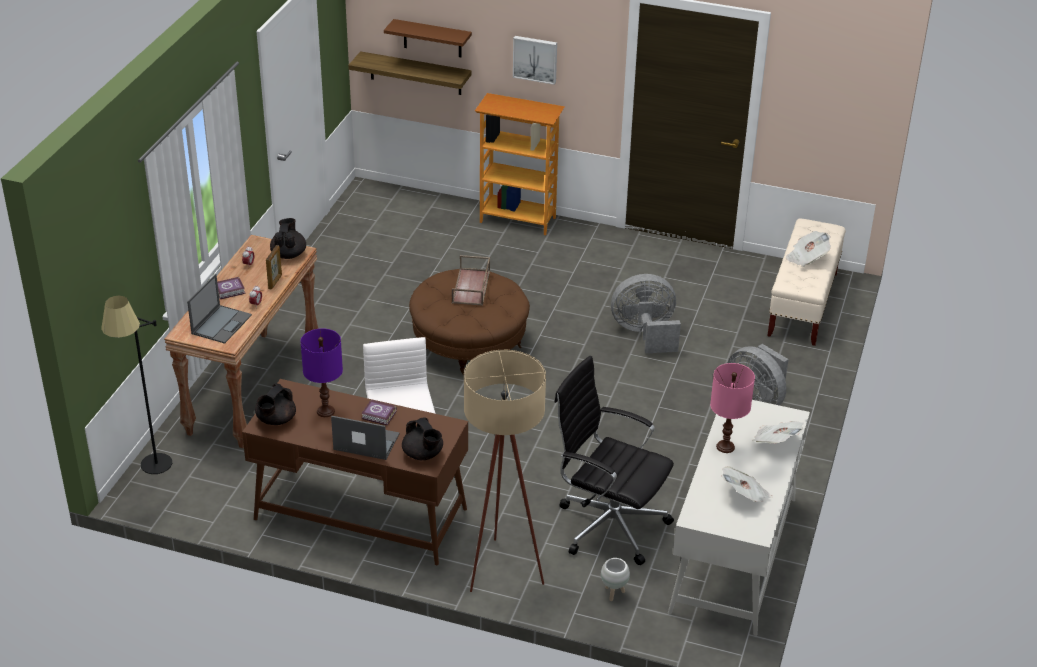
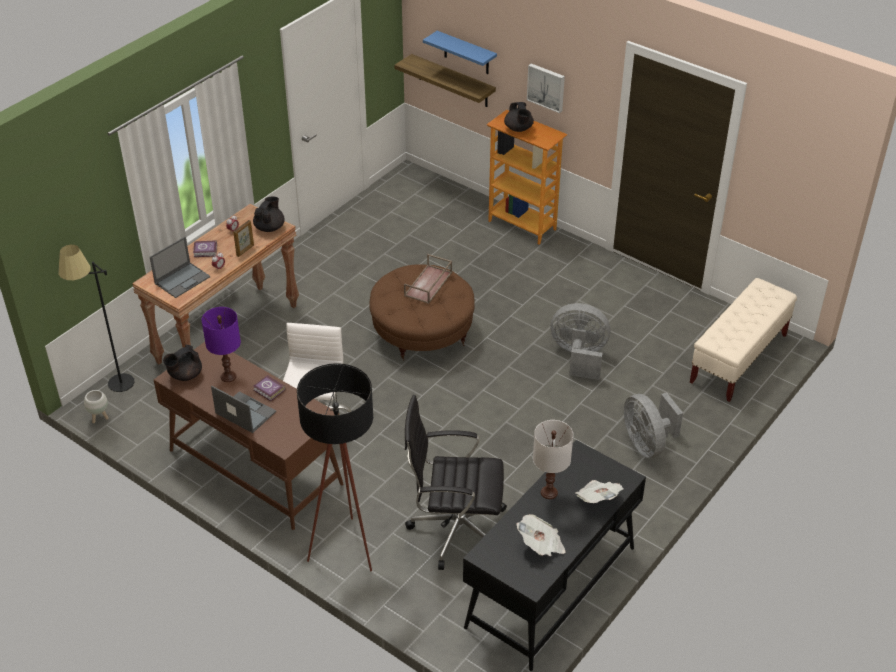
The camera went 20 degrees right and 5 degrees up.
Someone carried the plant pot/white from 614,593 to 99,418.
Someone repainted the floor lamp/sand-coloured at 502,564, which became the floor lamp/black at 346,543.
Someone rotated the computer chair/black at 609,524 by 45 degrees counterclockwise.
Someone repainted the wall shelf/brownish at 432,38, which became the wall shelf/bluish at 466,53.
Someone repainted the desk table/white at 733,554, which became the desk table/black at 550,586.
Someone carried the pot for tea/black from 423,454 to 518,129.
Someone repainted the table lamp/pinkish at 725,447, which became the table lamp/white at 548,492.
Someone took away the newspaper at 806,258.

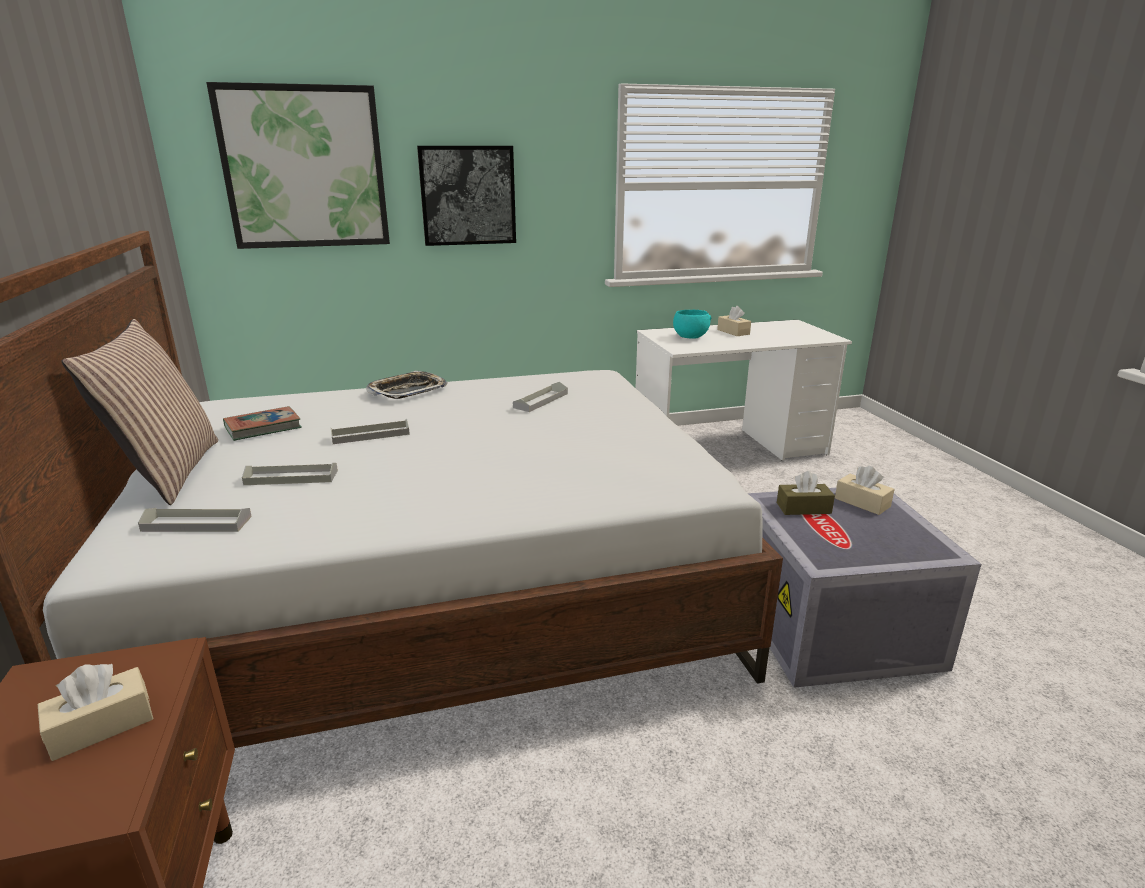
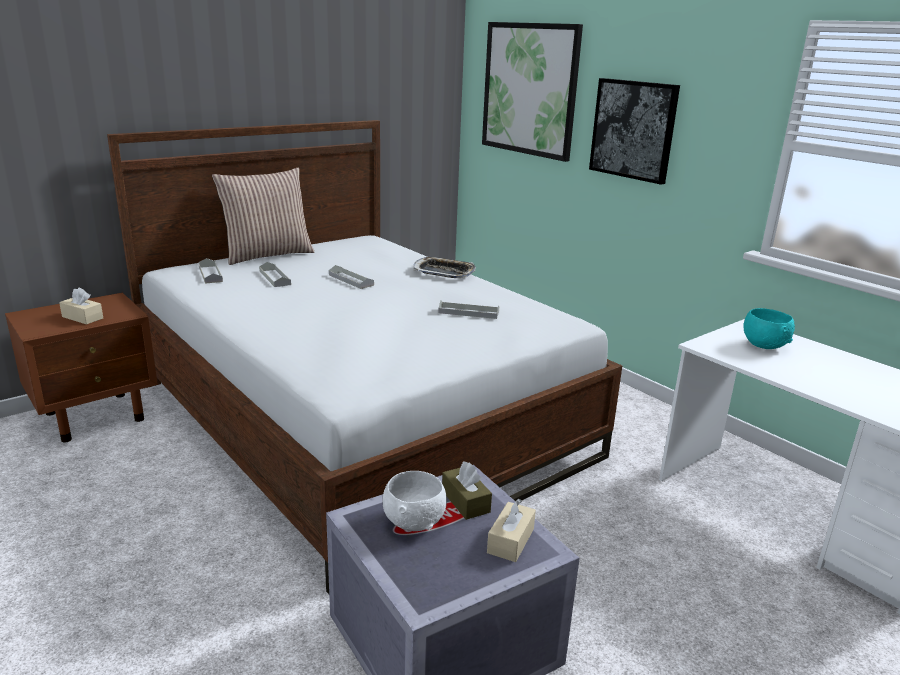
The camera went 65 degrees right and 0 degrees up.
Someone put down the serving bowl/white at 415,522.
Someone took away the volume at 263,428.
Someone took away the box of tissues/sand-coloured at 733,332.

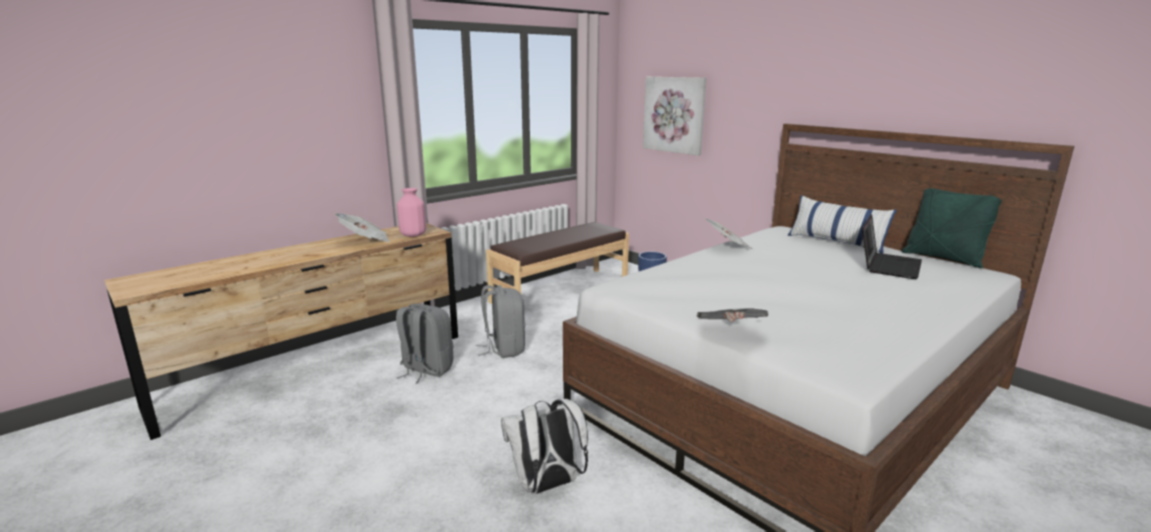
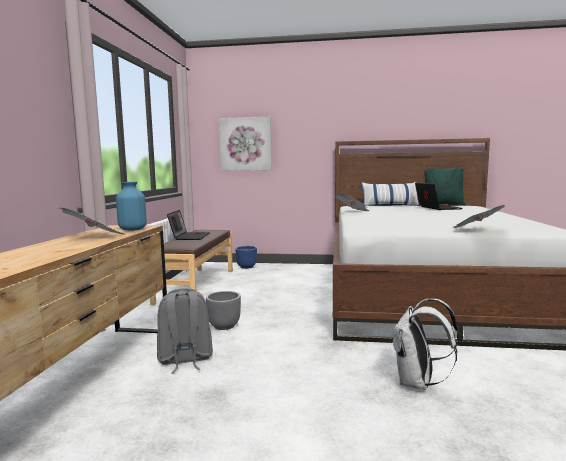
The camera went 40 degrees left and 10 degrees down.
Someone repainted the decorative vase/pinkish at 413,235, which became the decorative vase/bluish at 133,229.
Someone put down the laptop at 189,236.
Someone swapped the knapsack/grey at 504,349 for the plant pot/grey at 223,326.

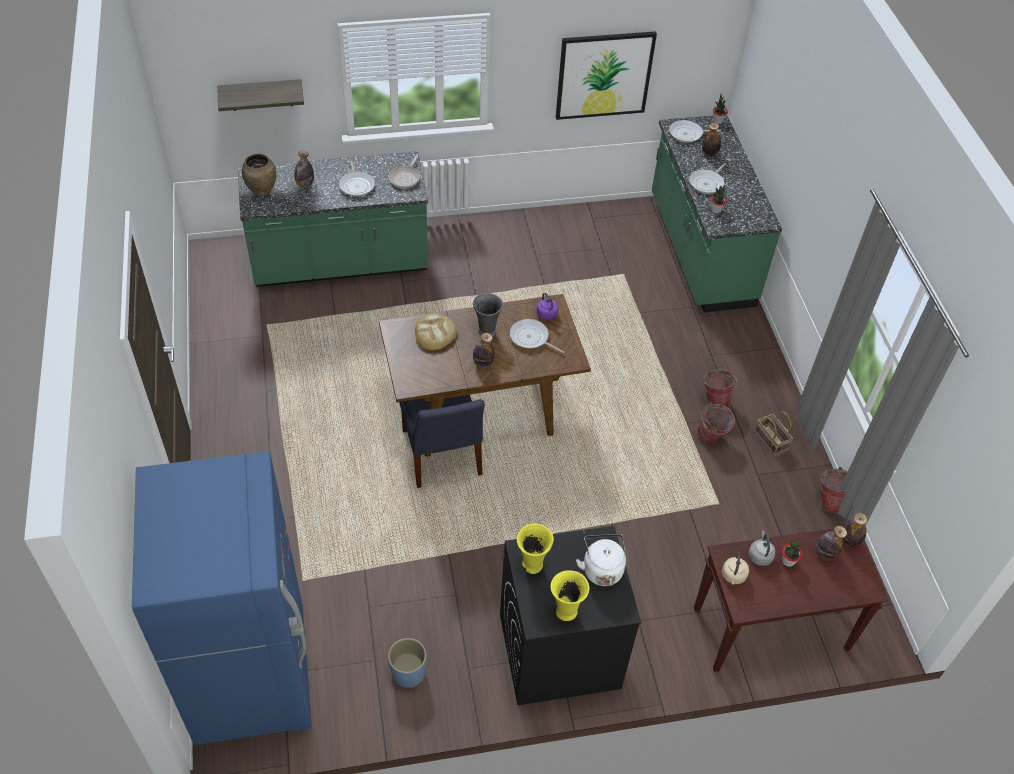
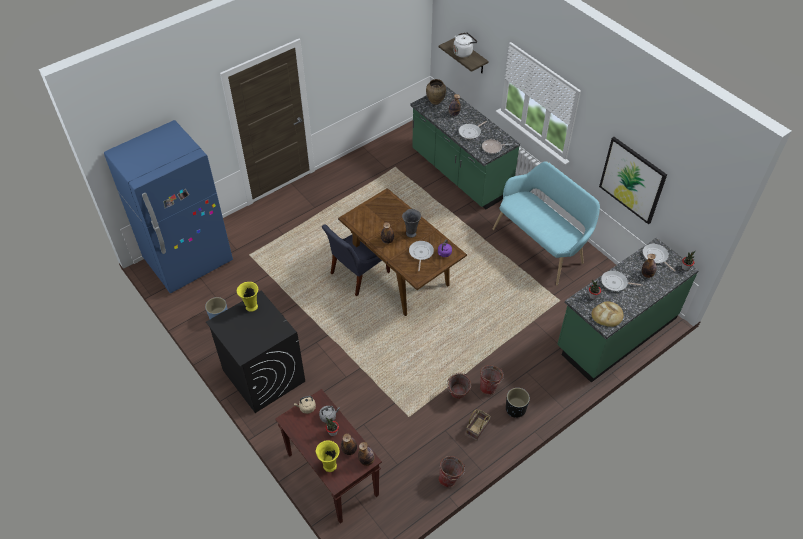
The camera went 65 degrees right and 0 degrees up.
Someone carried the decorative vase/yellowish from 565,612 to 329,465.
Someone carried the kettle/white from 601,568 to 463,52.
Someone put down the bench/turquoise at 541,245.
Someone put down the plant pot/black at 515,409.
Someone carried the baked bread from 435,333 to 607,315.

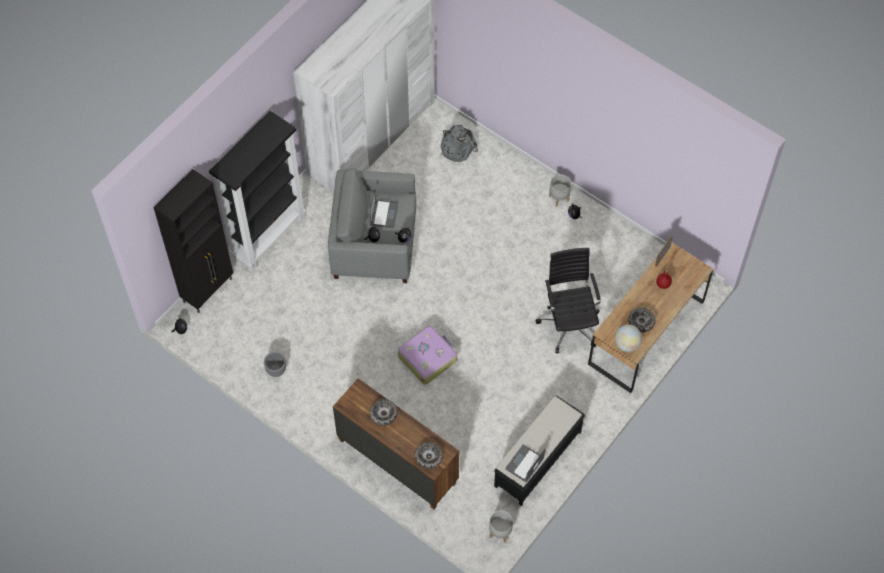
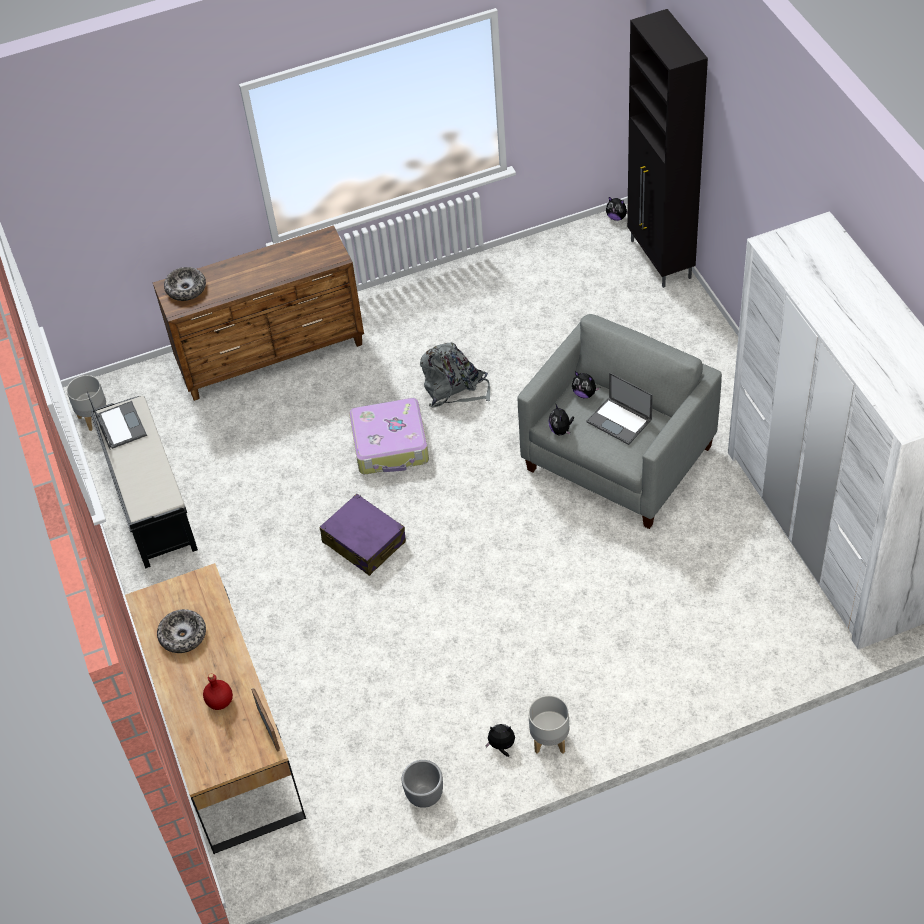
The camera went 125 degrees right and 10 degrees down.
Someone put down the piece of luggage/purplish at 364,542.
Someone carried the plant pot/grey from 276,370 to 425,795.
Someone carried the knapsack/grey from 456,147 to 454,388.
Someone took away the bookshelf/black at 268,236.
Someone took away the serving bowl at 383,414.
Someone took away the computer chair/black at 569,323.
Someone took away the world globe at 626,344.

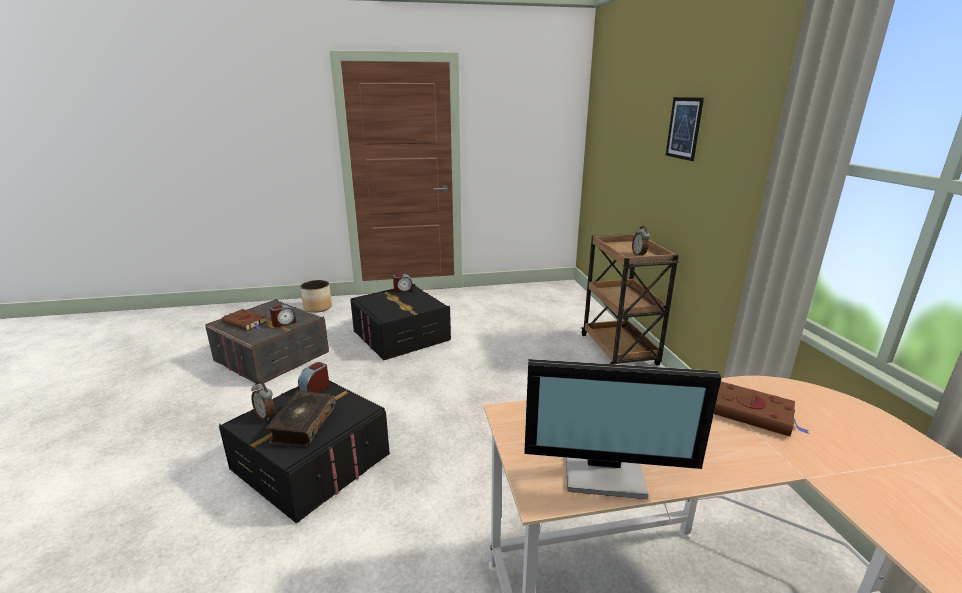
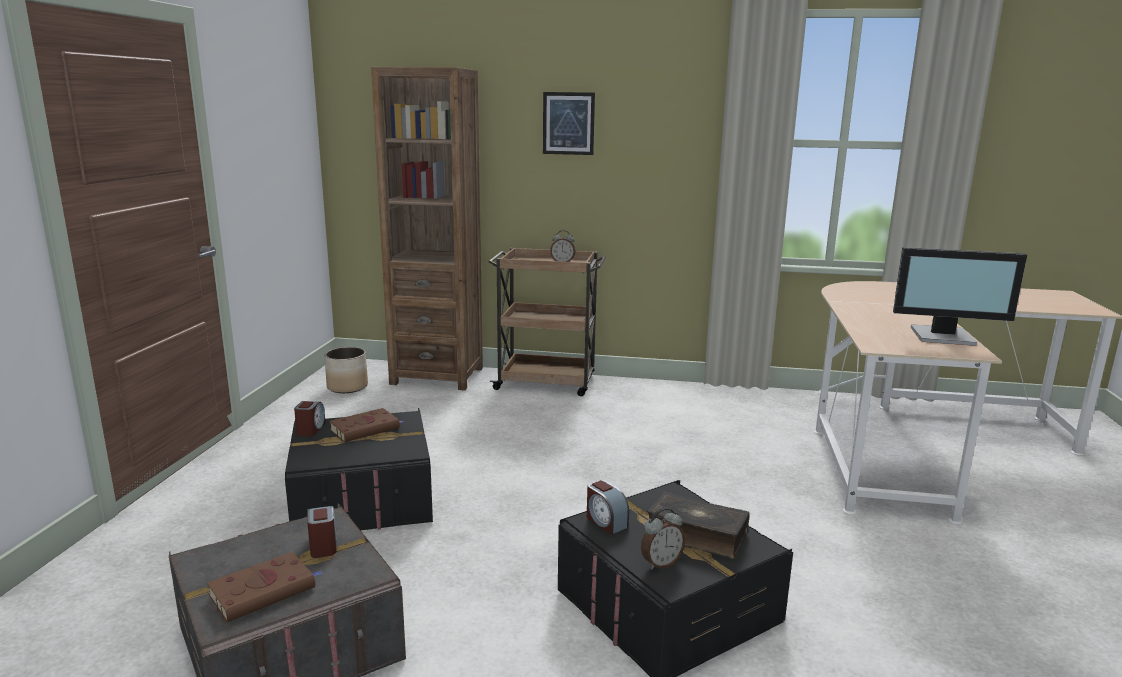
The camera went 70 degrees left and 5 degrees down.
Someone carried the plant pot from 318,307 to 347,387.
Someone carried the volume/brownish from 751,413 to 366,429.
Someone put down the bookshelf/brownish at 437,376.
Someone rotated the computer display at 605,471 by 75 degrees clockwise.

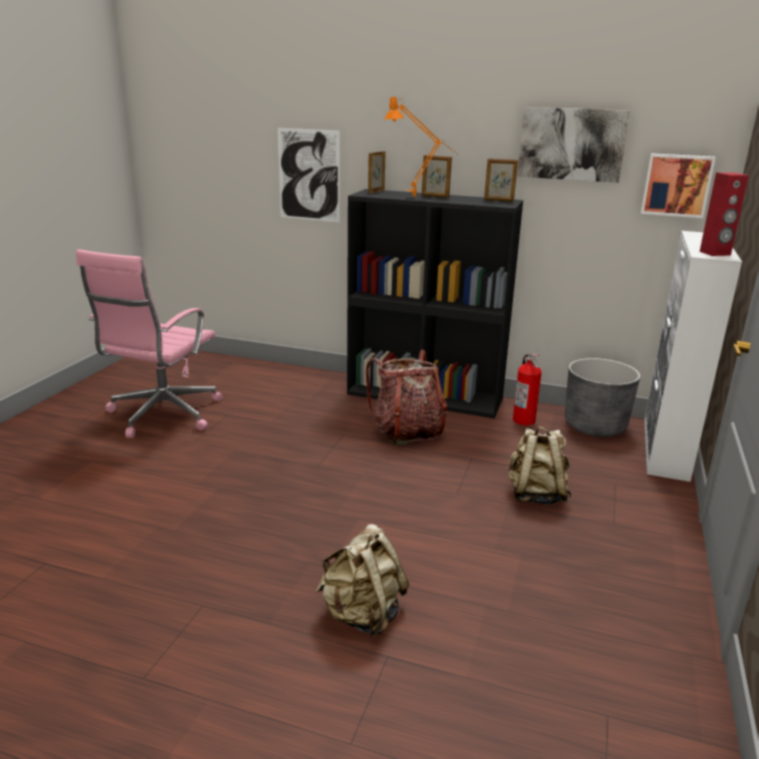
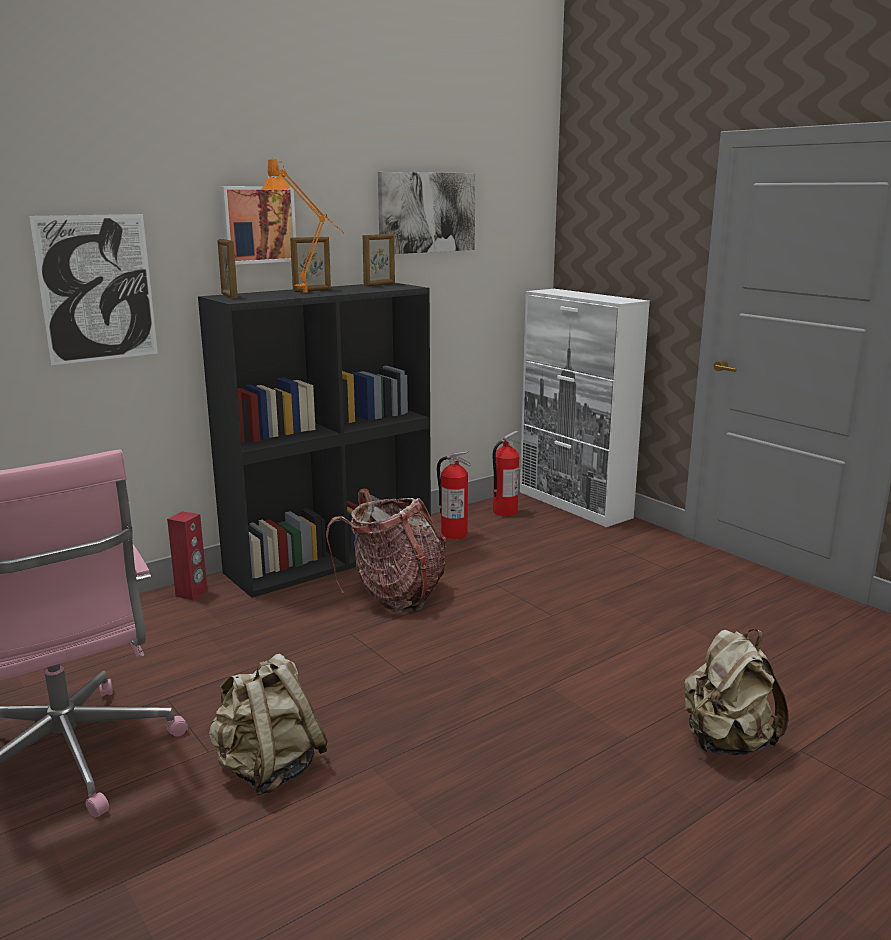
The camera went 55 degrees left and 5 degrees down.
Someone carried the loudspeaker/red from 715,253 to 192,593.
Someone carried the knapsack/sand-coloured from 535,495 to 268,769.
Someone carried the wall art from 676,185 to 257,224.
Someone swapped the plant pot/grey at 595,426 for the fire-fighting cylinder at 504,512.

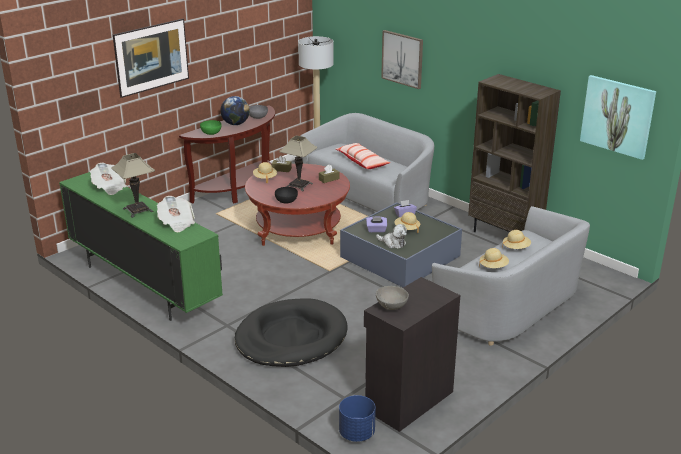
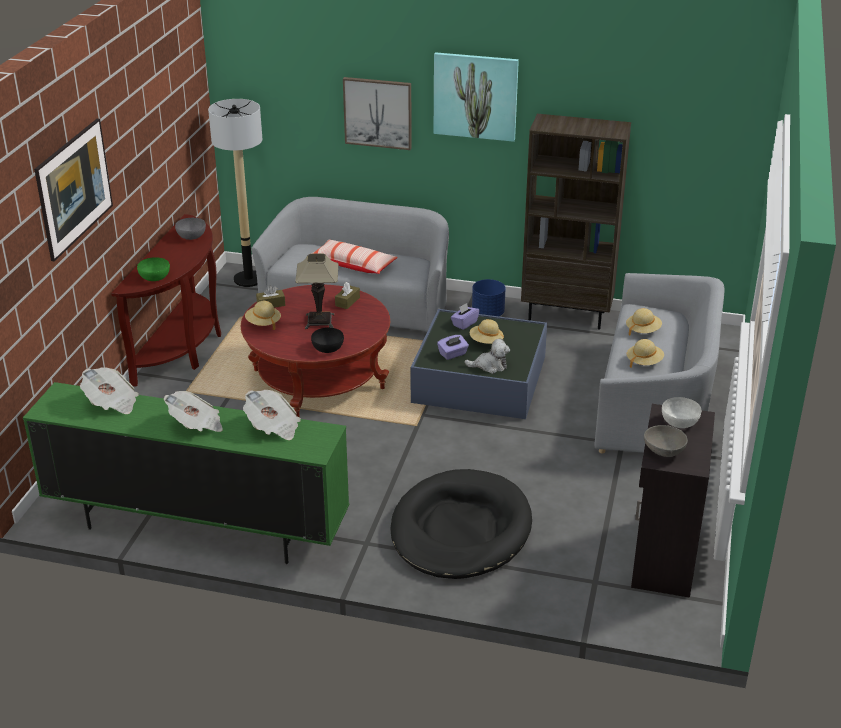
The camera went 30 degrees left and 5 degrees up.
Someone swapped the table lamp at 138,210 for the newspaper at 196,425.
Someone carried the wall art from 617,116 to 475,96.
Someone carried the plant pot/bluish from 357,433 to 488,314.
Someone put down the serving bowl/white at 679,422.
Someone took away the world globe at 235,124.

